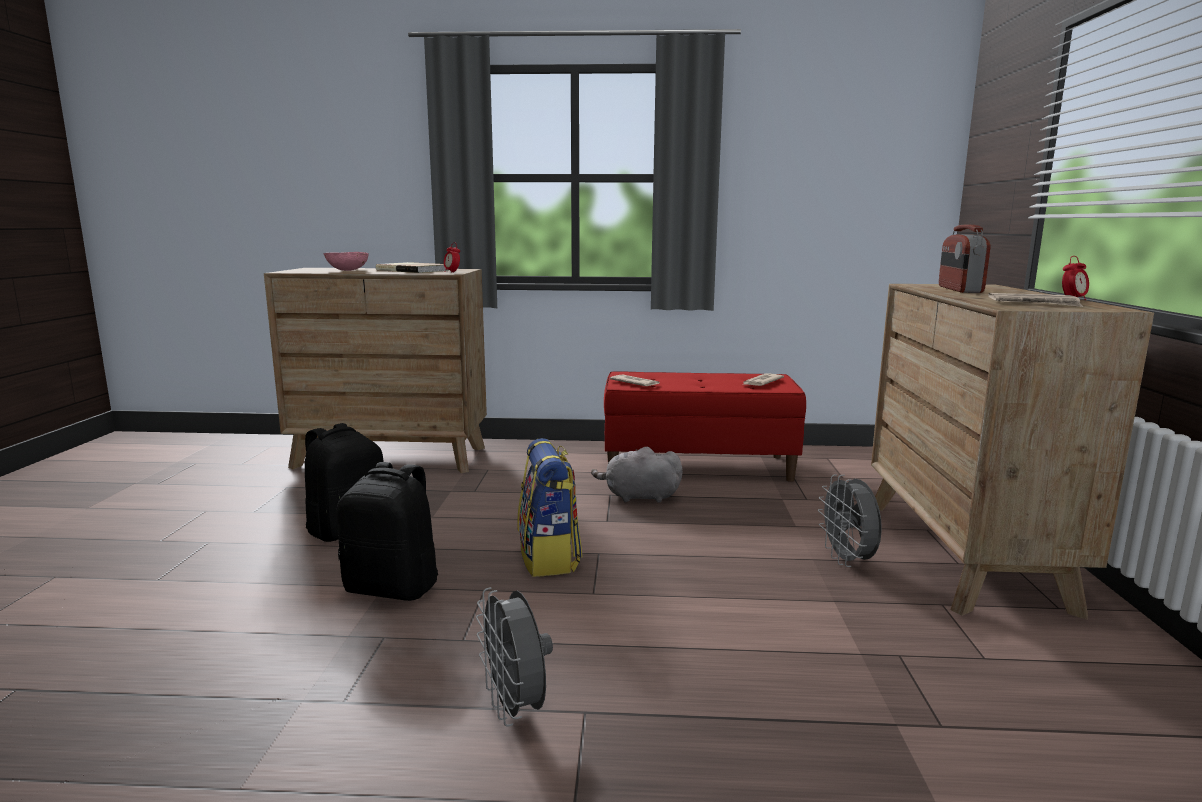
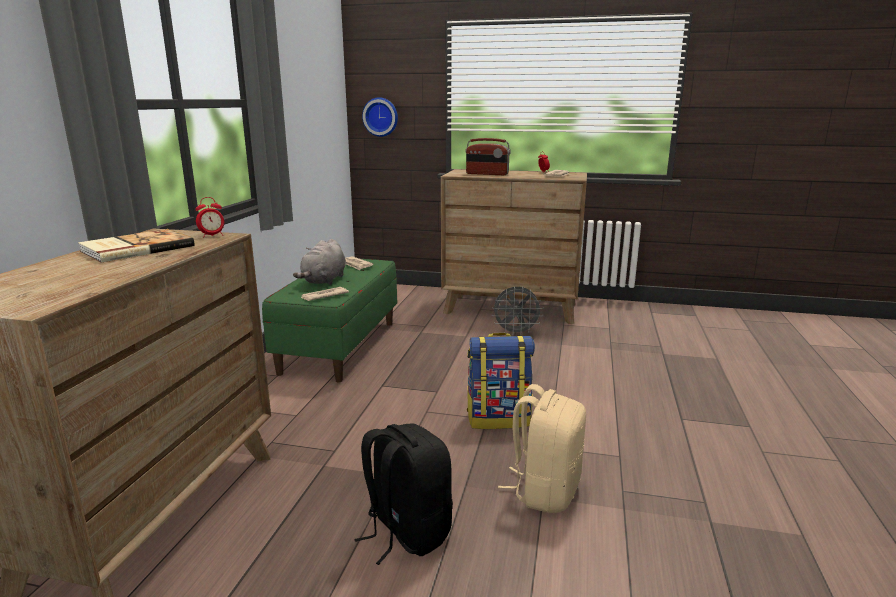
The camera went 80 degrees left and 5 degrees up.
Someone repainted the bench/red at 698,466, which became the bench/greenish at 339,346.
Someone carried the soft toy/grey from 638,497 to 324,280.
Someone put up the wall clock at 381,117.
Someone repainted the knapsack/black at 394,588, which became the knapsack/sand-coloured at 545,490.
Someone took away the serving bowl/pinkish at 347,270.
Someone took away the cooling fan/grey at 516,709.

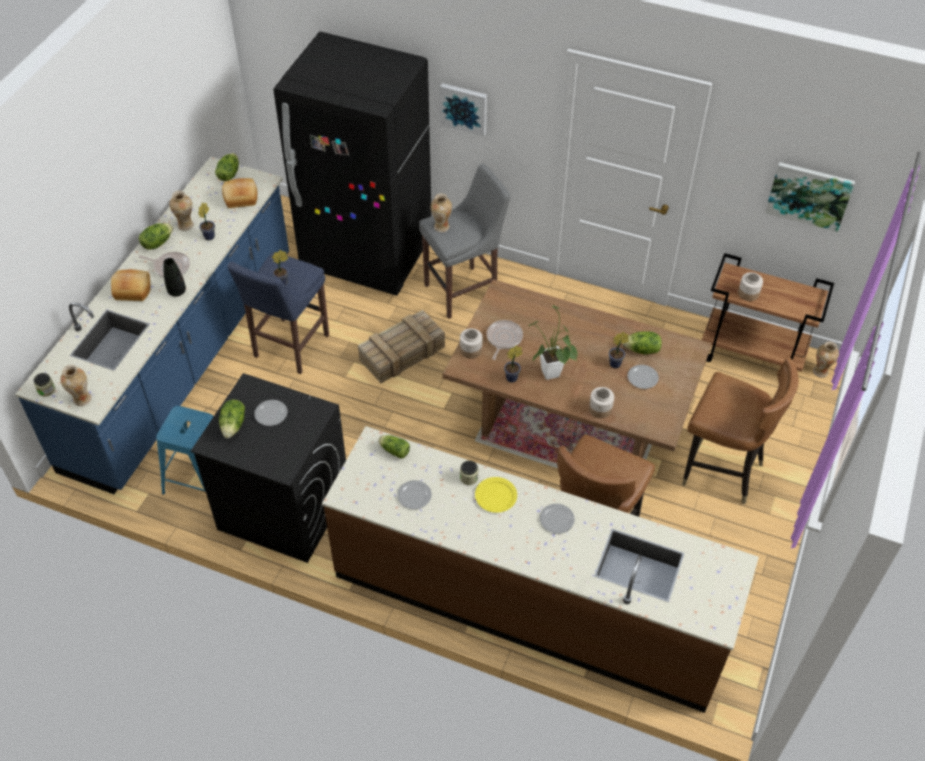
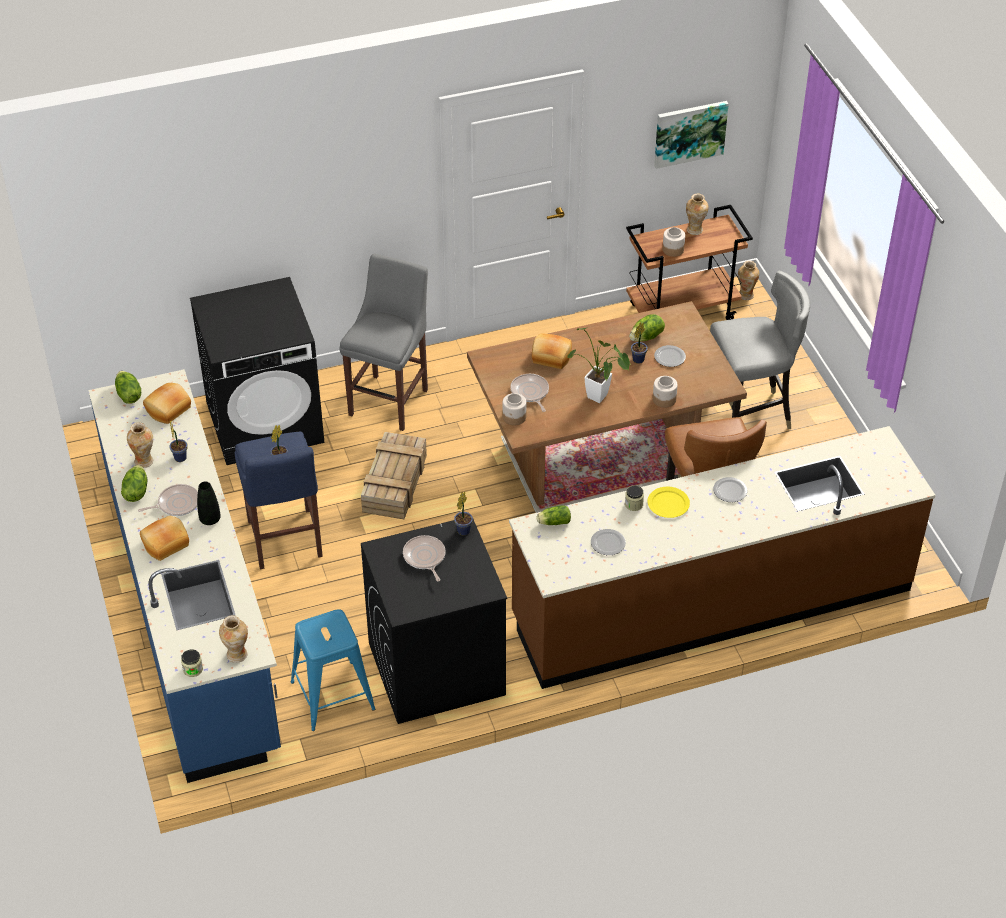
The camera went 40 degrees left and 5 degrees down.
Someone swapped the fridge/black at 367,256 for the laundry machine/black at 265,422.
Someone swapped the dinner plate at 270,414 for the pan at 425,557.
Someone carried the houseplant from 513,377 to 464,529.
Someone put down the baked bread at 551,357.
Someone carried the decorative vase from 441,227 to 695,230.
Someone repainted the plain chair/brownish at 721,471, which became the plain chair/grey at 750,415.
Someone took away the head of lettuce at 234,425.
Someone took away the wall art at 464,108.

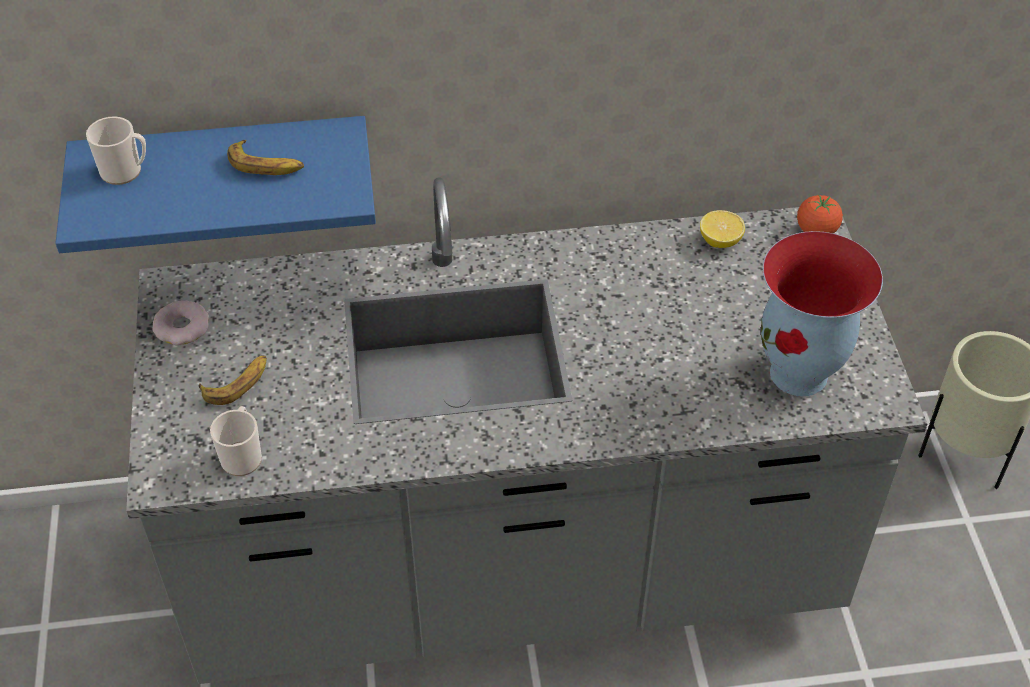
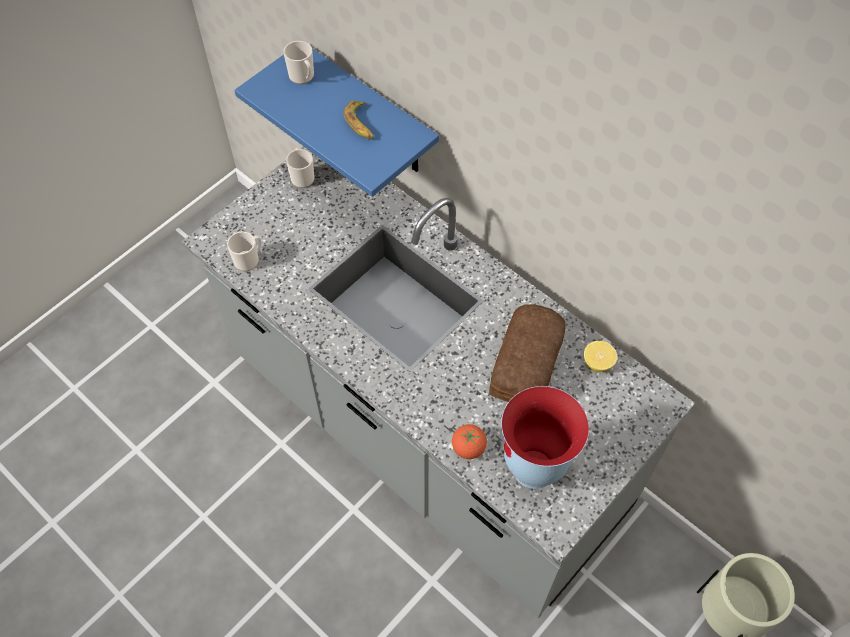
The camera went 50 degrees right and 10 degrees up.
Someone swapped the ring doughnut at 182,327 for the coffee mug at 302,176.
Someone carried the whole tomato from 816,231 to 468,448.
Someone put down the baked bread at 528,363.
Someone took away the whole banana at 237,383.

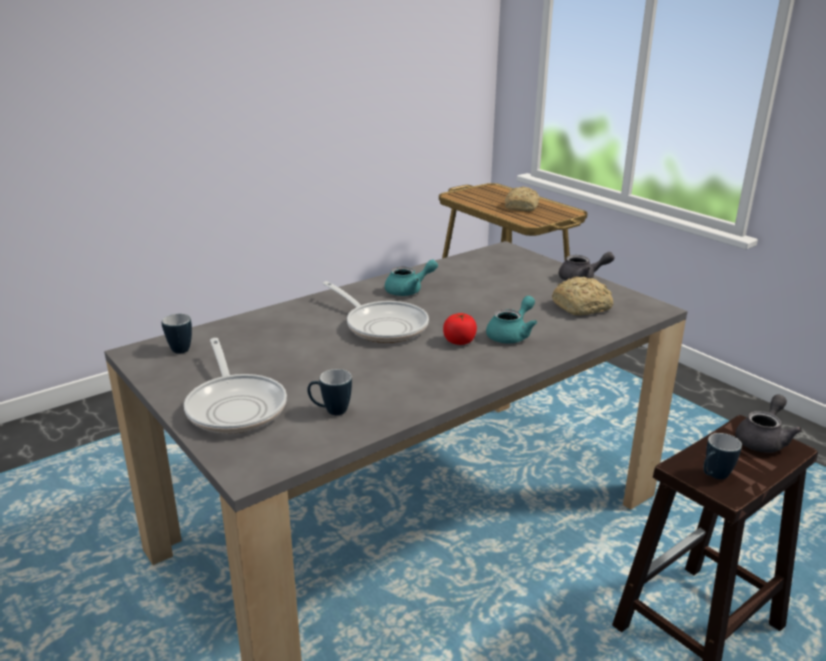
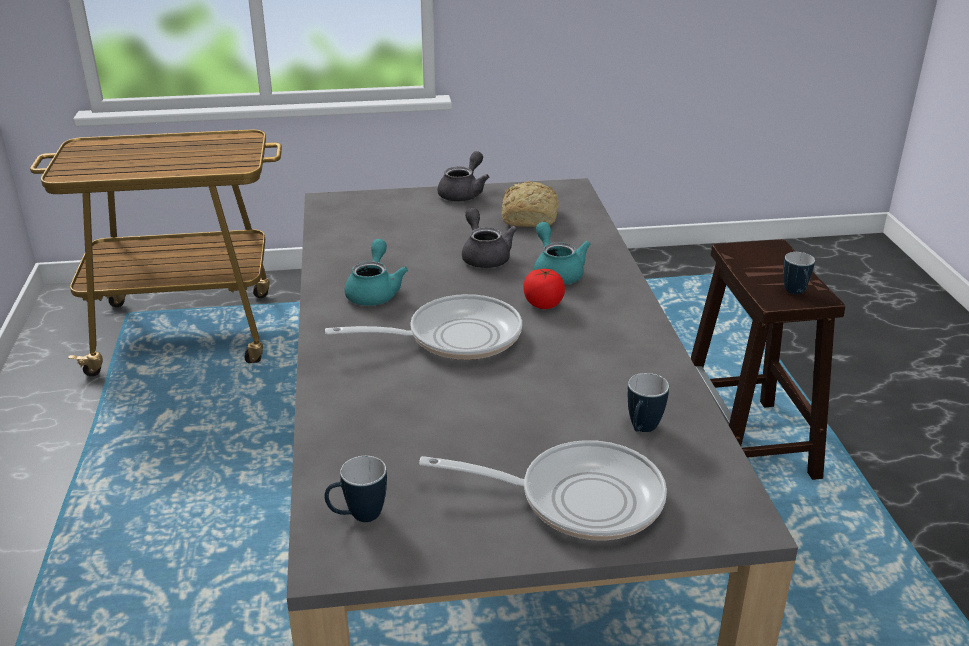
The camera went 60 degrees left and 5 degrees up.
Someone carried the pot for tea/grey from 763,439 to 484,256.
Someone took away the baked bread at 522,207.

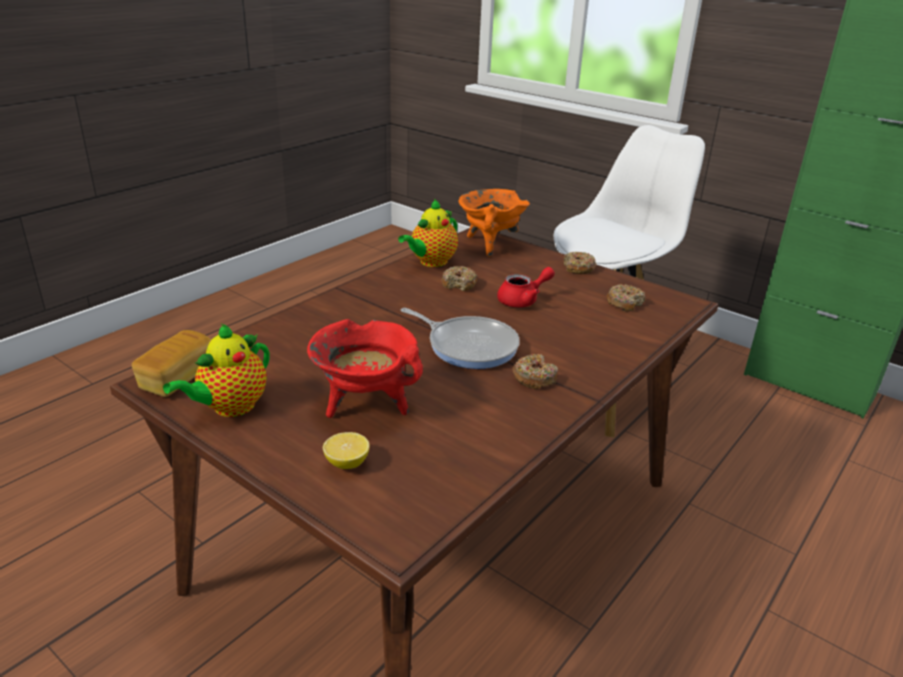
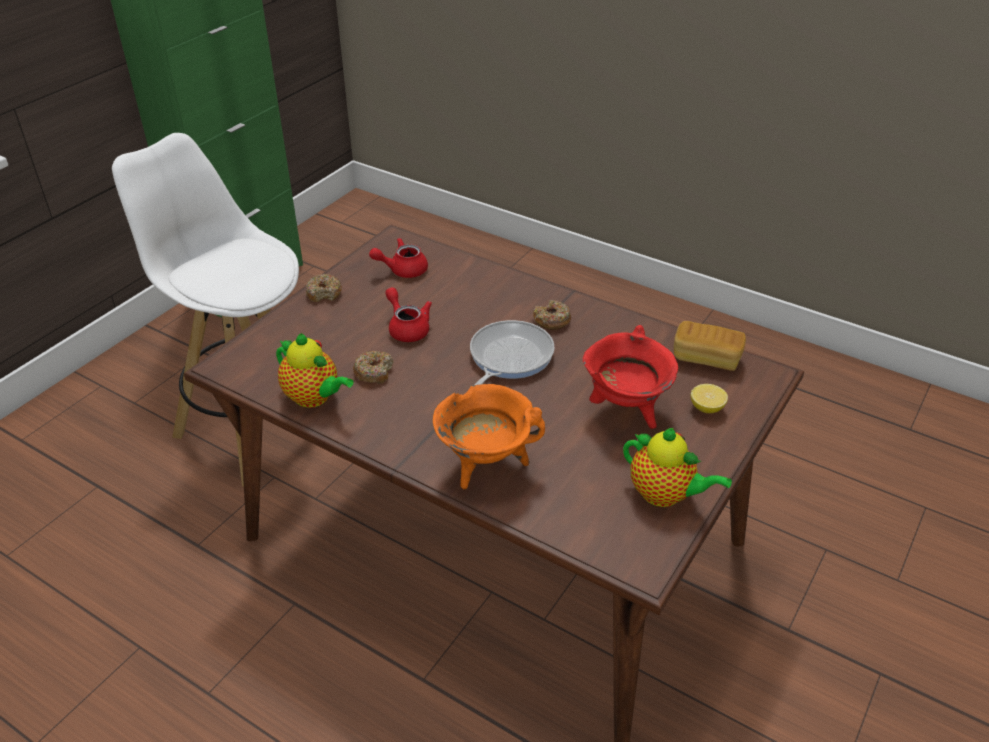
The camera went 95 degrees left and 10 degrees up.
Someone swapped the ring doughnut at 624,303 for the pot for tea/red at 402,270.
Someone carried the stockpot/orange from 489,244 to 486,465.
Someone carried the baked bread from 178,378 to 706,358.

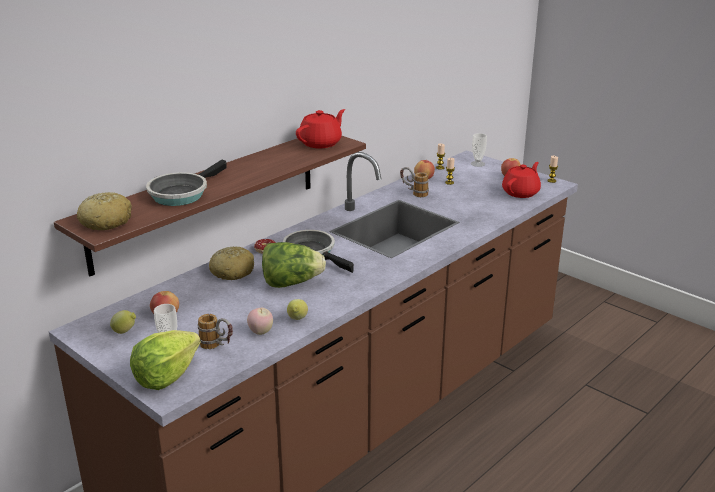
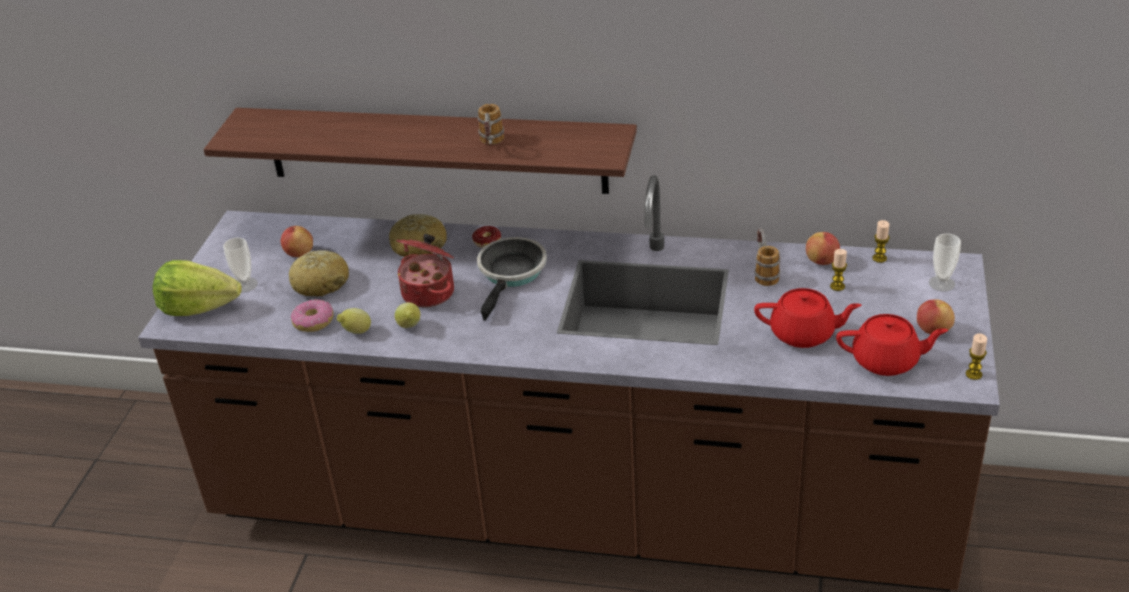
The camera went 60 degrees right and 10 degrees up.
Someone carried the baked bread from 106,221 to 321,283.
Someone swapped the whole apple at 260,332 for the ring doughnut at 313,321.
Someone carried the citrus fruit from 125,331 to 410,327.
Someone swapped the head of lettuce at 291,283 for the stockpot at 429,292.
Someone carried the coffee mug from 217,346 to 491,144.
Someone carried the pot for tea/red from 321,143 to 803,334.
Someone took away the pan at 181,193.

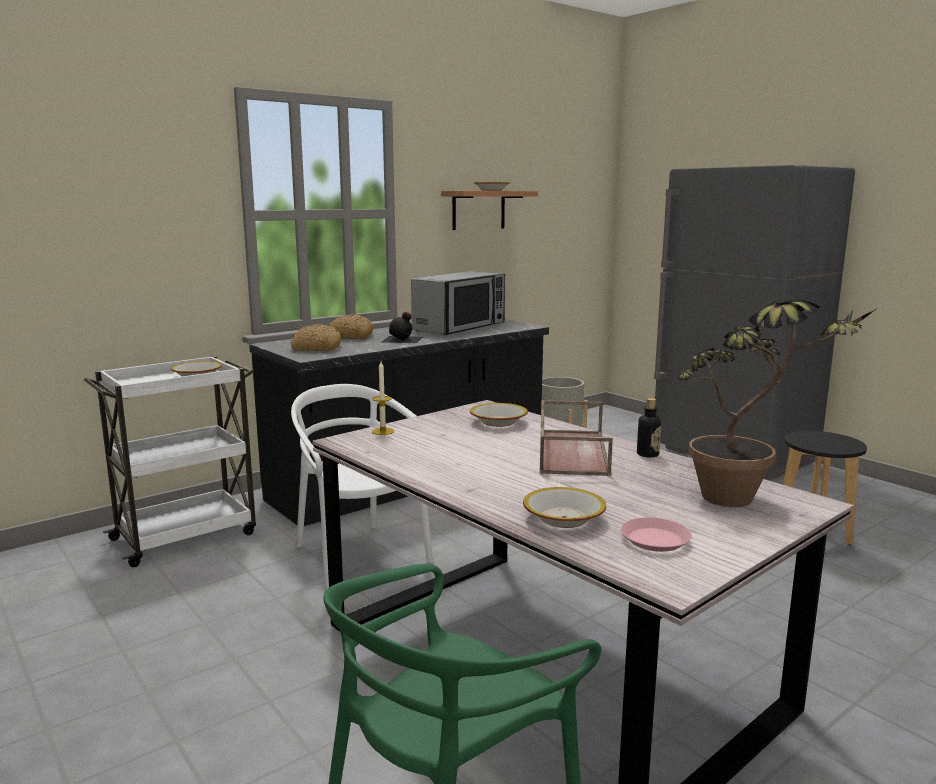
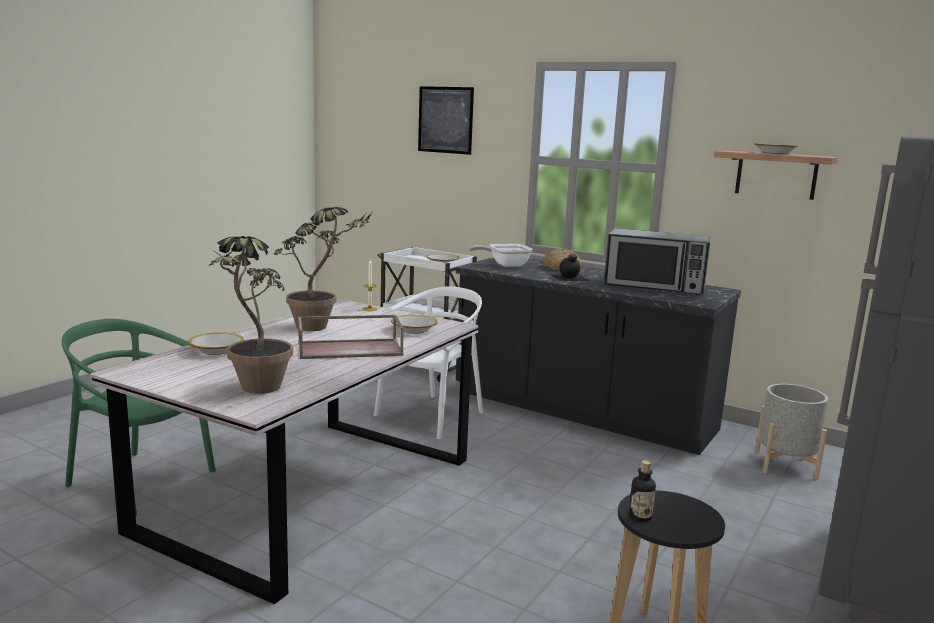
The camera went 70 degrees right and 0 degrees up.
Someone put down the houseplant at 321,328.
Someone put up the wall art at 445,120.
Someone swapped the baked bread at 316,348 for the pan at 505,265.
Someone carried the drink bottle from 647,454 to 640,517.
Someone took away the dinner plate/pinkish at 654,540.

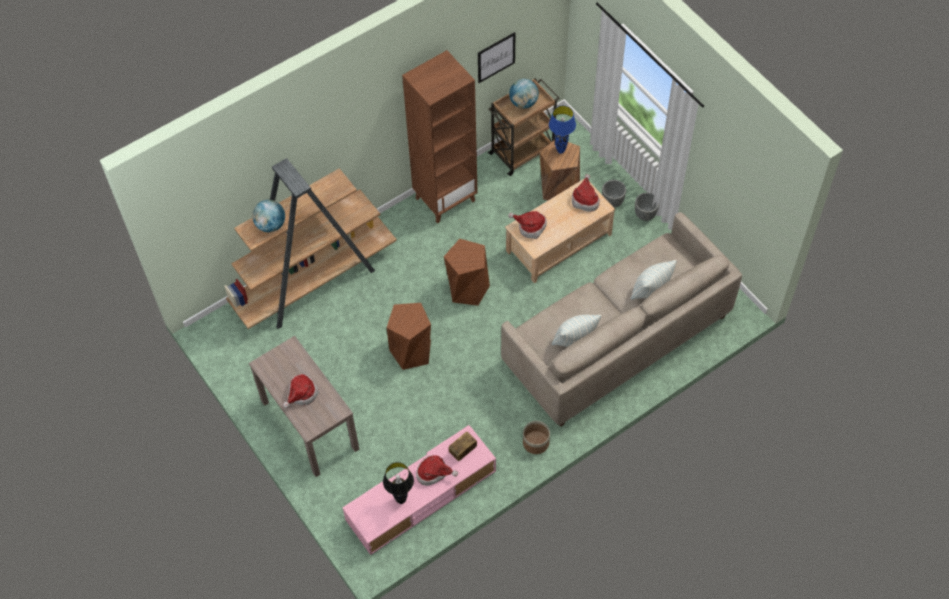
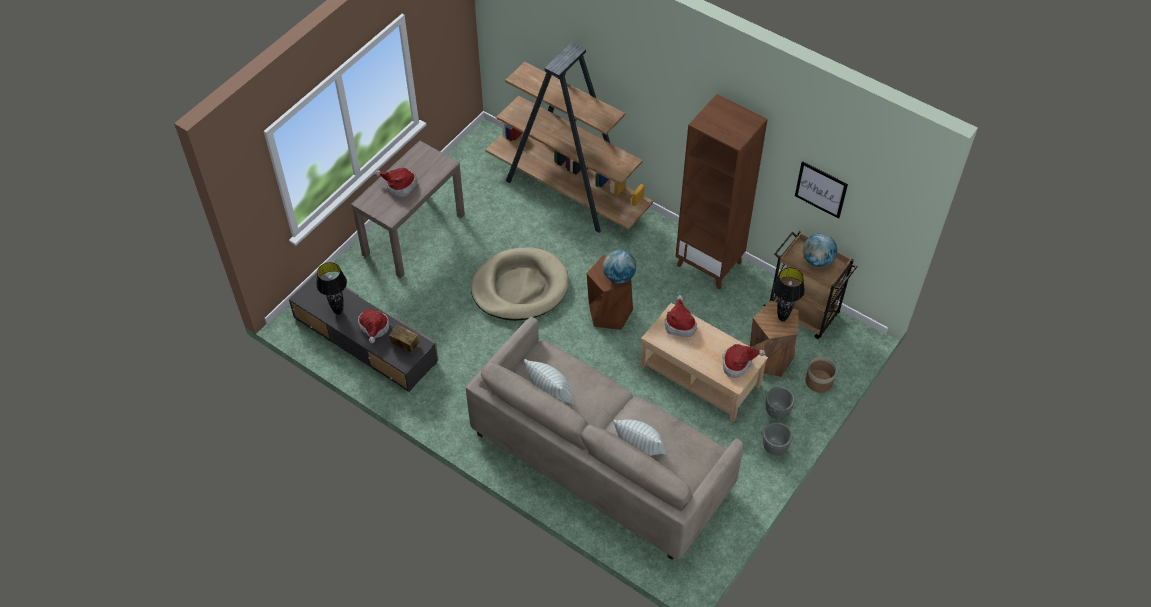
The camera went 70 degrees right and 5 degrees down.
Someone repainted the media console/pinkish at 421,496, which became the media console/grey at 365,340.
Someone swapped the stool/brownish at 411,351 for the dog bed/sand-coloured at 520,287.
Someone carried the world globe from 270,225 to 619,276.
Someone repainted the table lamp/bluish at 561,151, which became the table lamp/black at 782,318.
Someone carried the plant pot from 535,442 to 818,381.

